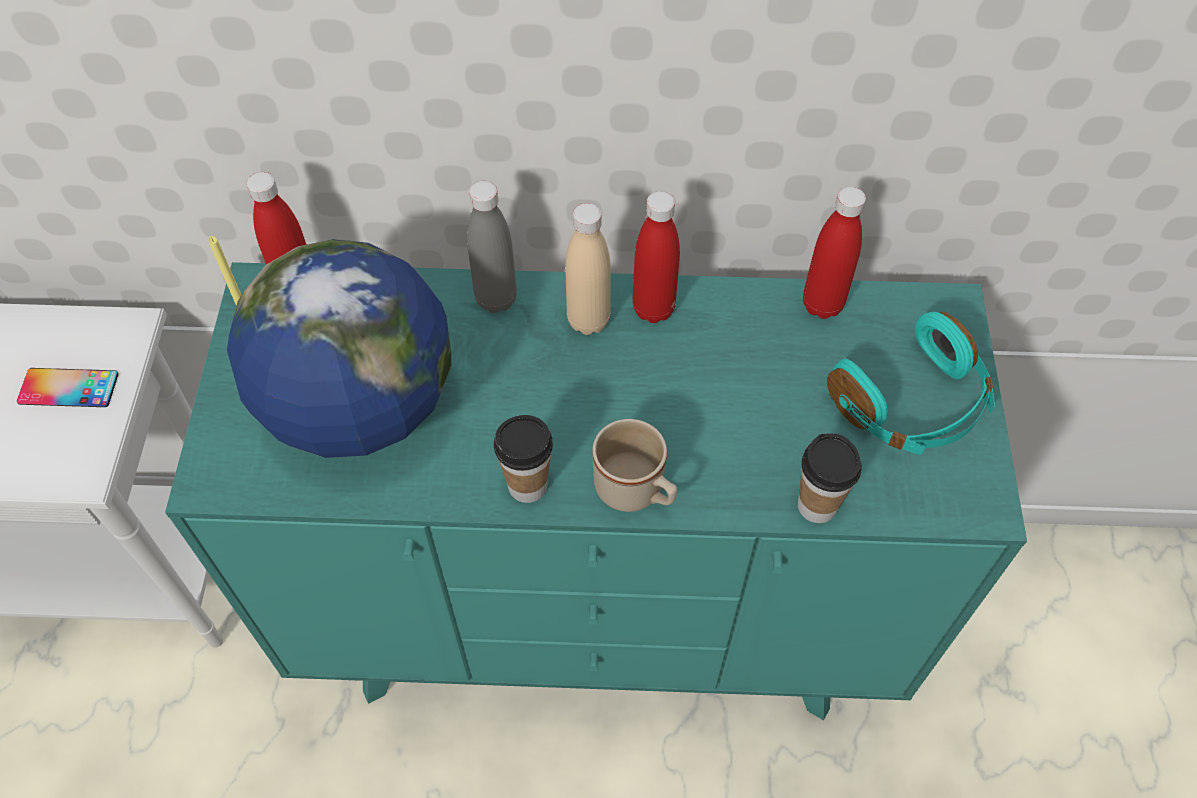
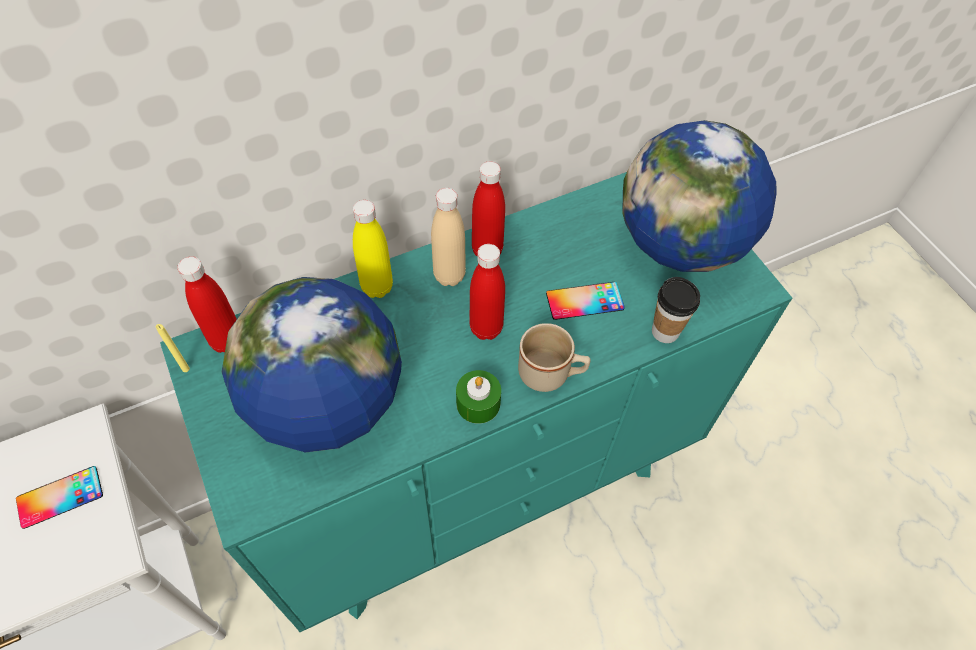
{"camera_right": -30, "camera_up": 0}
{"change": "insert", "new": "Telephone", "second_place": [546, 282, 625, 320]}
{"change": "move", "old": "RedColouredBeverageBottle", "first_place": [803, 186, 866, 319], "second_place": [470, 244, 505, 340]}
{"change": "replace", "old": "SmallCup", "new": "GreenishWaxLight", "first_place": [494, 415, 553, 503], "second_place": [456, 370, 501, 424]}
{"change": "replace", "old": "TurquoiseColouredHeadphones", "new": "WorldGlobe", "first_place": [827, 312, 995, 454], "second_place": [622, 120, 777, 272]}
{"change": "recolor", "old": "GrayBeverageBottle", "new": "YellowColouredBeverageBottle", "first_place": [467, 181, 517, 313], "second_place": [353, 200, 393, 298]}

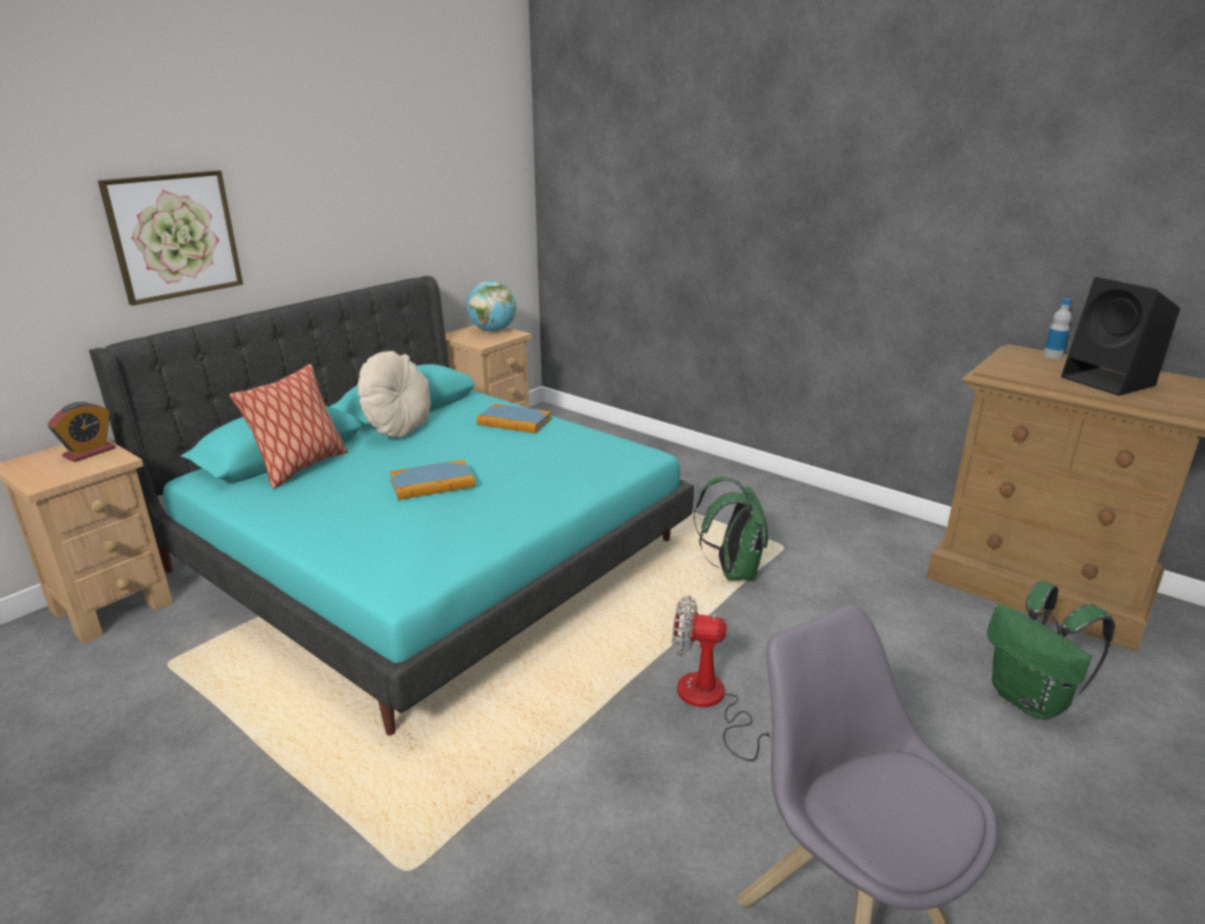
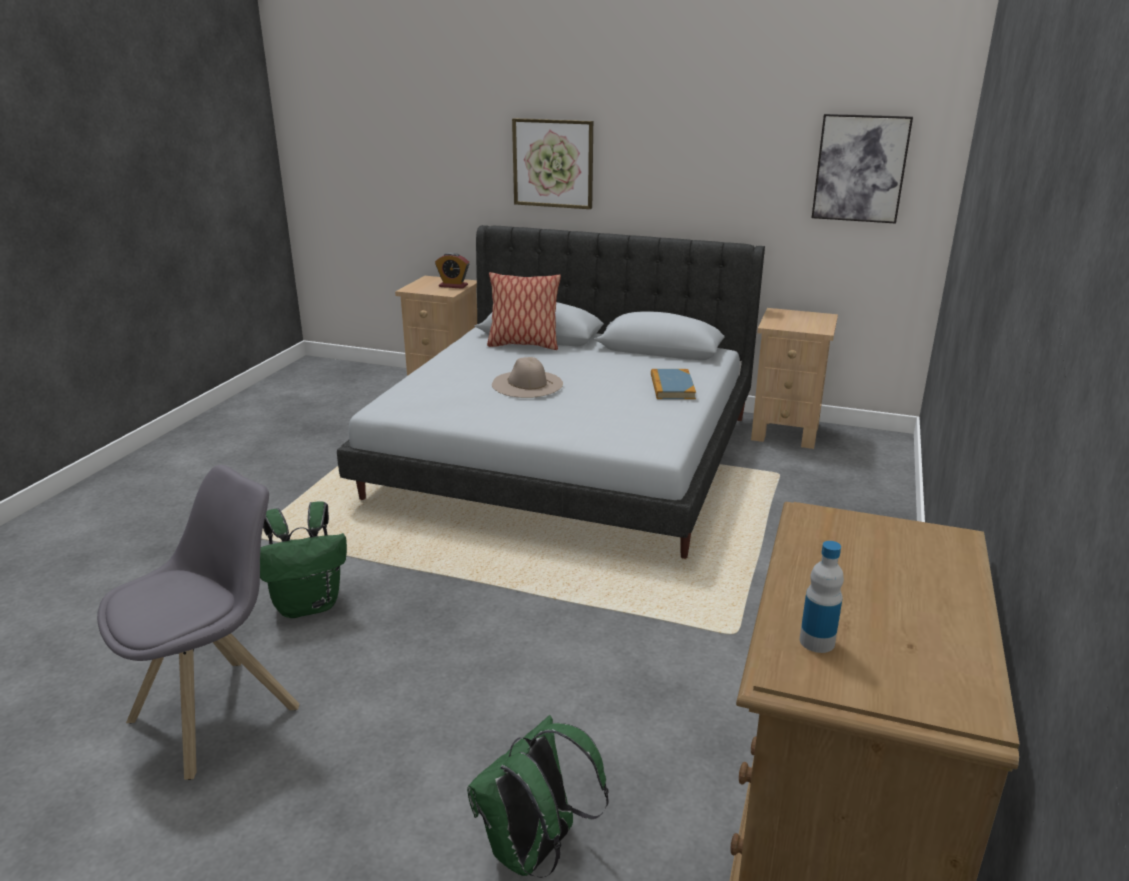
{"camera_right": 70, "camera_up": 0}
{"change": "delete", "old": "SandColouredPillow", "first_place": [357, 351, 431, 438]}
{"change": "delete", "old": "WorldGlobe", "first_place": [467, 281, 517, 332]}
{"change": "delete", "old": "Fan", "first_place": [672, 596, 772, 761]}
{"change": "delete", "old": "BlackColouredLoudspeaker", "first_place": [1061, 277, 1180, 396]}
{"change": "insert", "new": "WallArt", "second_place": [812, 114, 913, 224]}
{"change": "move", "old": "GreenishRucksack", "first_place": [694, 477, 768, 581], "second_place": [260, 501, 347, 618]}
{"change": "move", "old": "BeverageBottle", "first_place": [1043, 298, 1072, 359], "second_place": [800, 541, 844, 653]}
{"change": "replace", "old": "BoundBook", "new": "SandColouredClothingHat", "first_place": [390, 460, 475, 500], "second_place": [492, 357, 563, 398]}
{"change": "recolor", "old": "TurquoiseColouredSleepingBed", "new": "GraySleepingBed", "first_place": [89, 276, 694, 736], "second_place": [337, 225, 765, 559]}

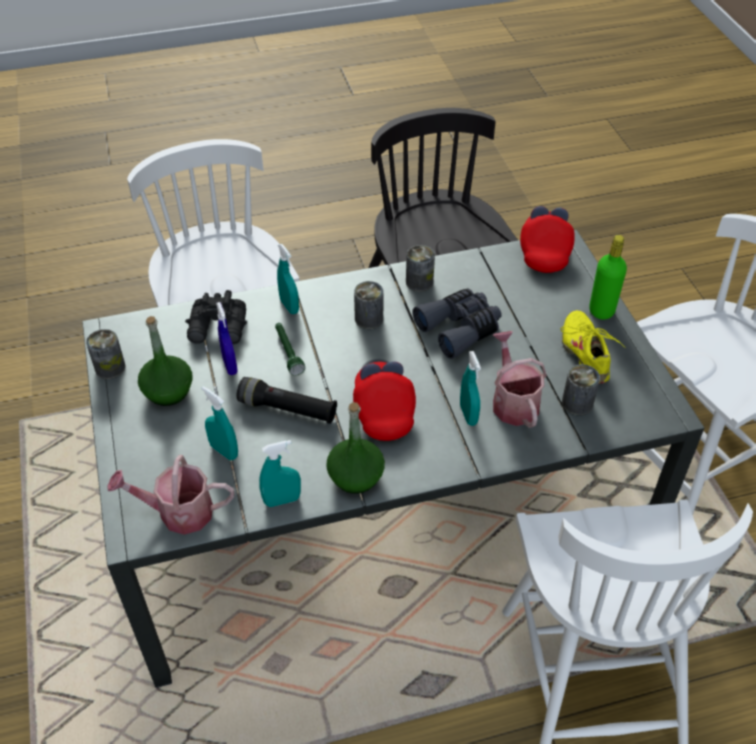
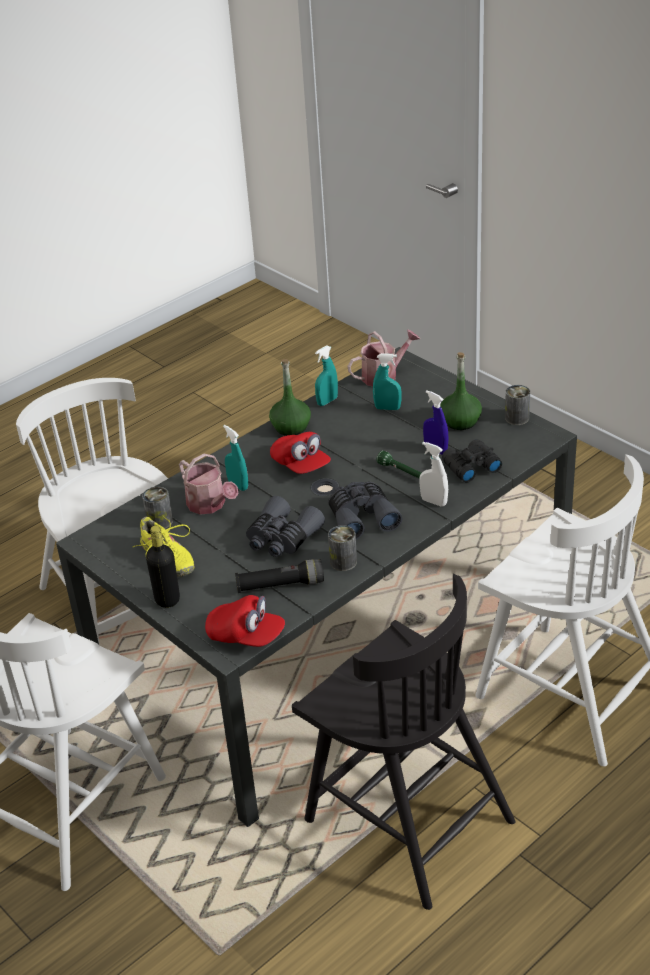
{"camera_right": 155, "camera_up": -10}
{"change": "move", "old": "BlackColouredFlashlight", "first_place": [237, 377, 337, 424], "second_place": [235, 559, 324, 593]}
{"change": "replace", "old": "Can", "new": "GrayBinoculars", "first_place": [354, 281, 383, 329], "second_place": [328, 482, 402, 540]}
{"change": "recolor", "old": "TurquoiseColouredSprayer", "new": "WhitishSprayer", "first_place": [277, 244, 299, 314], "second_place": [420, 442, 448, 506]}
{"change": "recolor", "old": "GreenishBeverageBottle", "new": "BlackColouredBeverageBottle", "first_place": [589, 235, 627, 319], "second_place": [146, 526, 180, 608]}
{"change": "rotate", "old": "RedColouredPeakedCap", "first_place": [520, 206, 574, 273], "second_place": [205, 595, 285, 647], "degrees": -45}

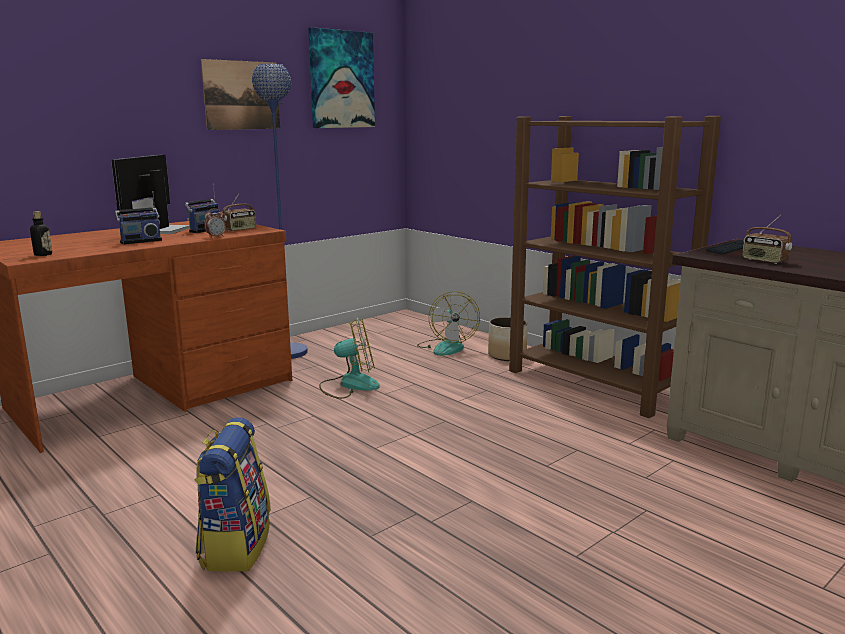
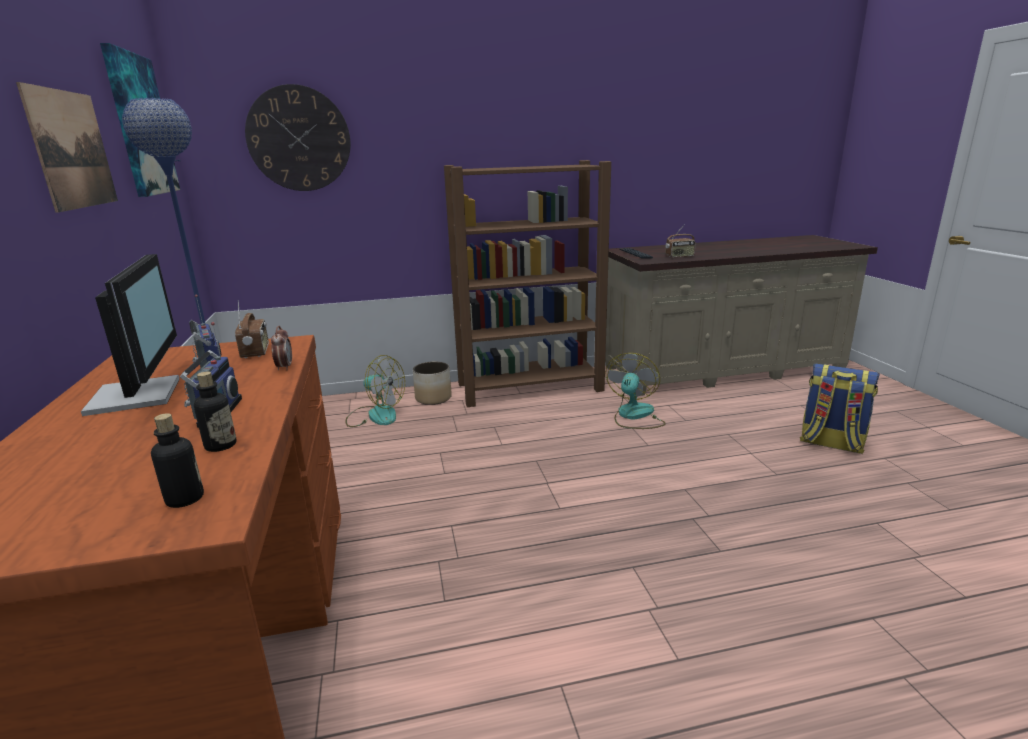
{"camera_right": -60, "camera_up": 5}
{"change": "insert", "new": "BeverageBottle", "second_place": [194, 372, 236, 452]}
{"change": "insert", "new": "WallClock", "second_place": [245, 84, 351, 191]}
{"change": "move", "old": "Rucksack", "first_place": [195, 417, 271, 572], "second_place": [800, 363, 880, 454]}
{"change": "move", "old": "Fan", "first_place": [319, 316, 380, 399], "second_place": [605, 353, 666, 429]}
{"change": "rotate", "old": "ComputerDisplay", "first_place": [111, 155, 190, 234], "second_place": [81, 254, 179, 416], "degrees": -150}

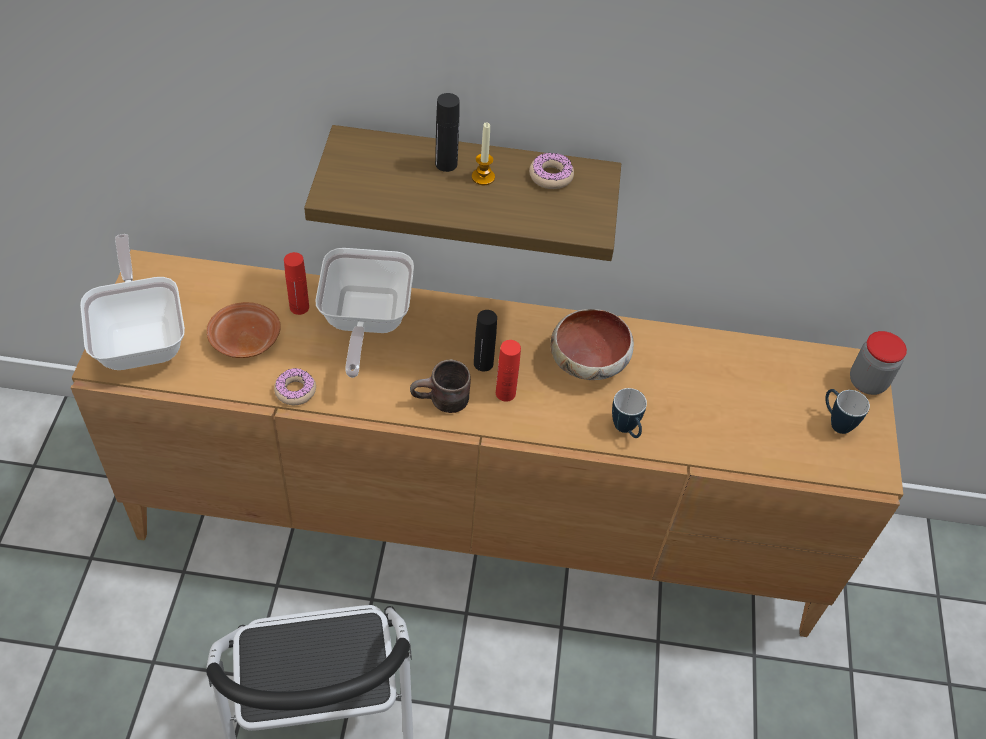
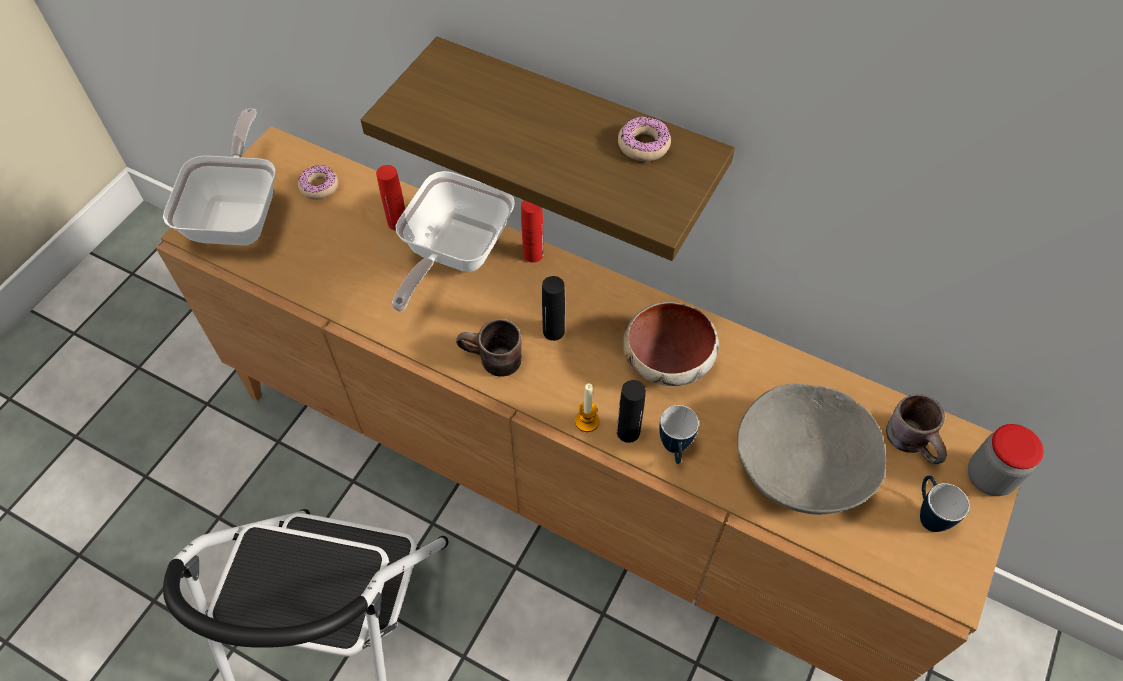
{"camera_right": 25, "camera_up": 5}
{"change": "delete", "old": "BrownishPlate", "first_place": [207, 302, 281, 358]}
{"change": "insert", "new": "GrayServingBowl", "second_place": [737, 384, 886, 515]}
{"change": "insert", "new": "BrownishTeaMug", "second_place": [886, 394, 947, 464]}
{"change": "move", "old": "Doughnut", "first_place": [274, 368, 316, 405], "second_place": [298, 165, 338, 200]}
{"change": "move", "old": "BlackColouredBeverageBottle", "first_place": [435, 93, 460, 172], "second_place": [617, 380, 646, 443]}
{"change": "move", "old": "WaxLight", "first_place": [472, 122, 495, 185], "second_place": [575, 383, 599, 432]}
{"change": "move", "old": "RedColouredBeverageBottle", "first_place": [496, 340, 521, 402], "second_place": [521, 200, 544, 263]}

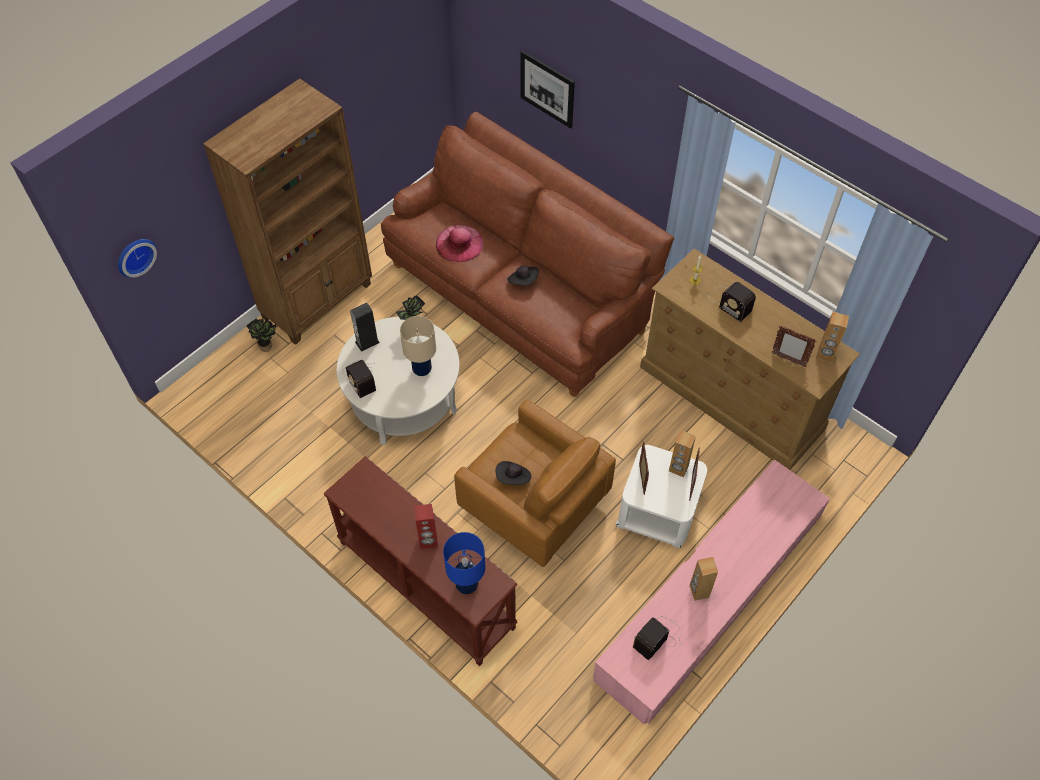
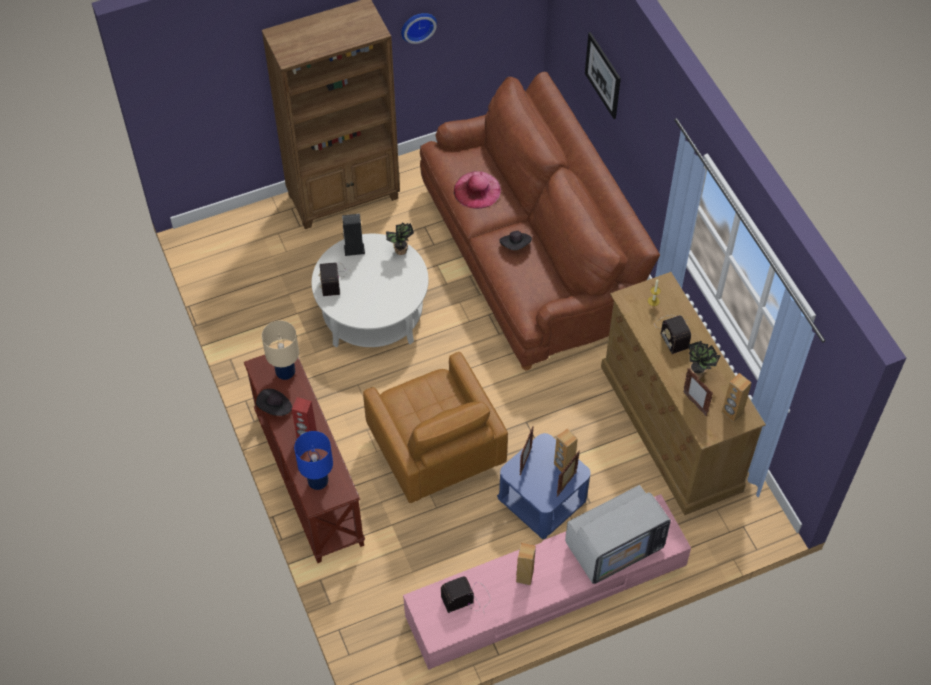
{"camera_right": 25, "camera_up": 0}
{"change": "insert", "new": "Television", "second_place": [565, 485, 671, 584]}
{"change": "move", "old": "WallClock", "first_place": [118, 239, 157, 277], "second_place": [401, 13, 437, 44]}
{"change": "move", "old": "PlantInAPot", "first_place": [246, 318, 276, 352], "second_place": [688, 341, 721, 378]}
{"change": "move", "old": "SandColouredLampForATable", "first_place": [400, 316, 436, 376], "second_place": [262, 320, 299, 380]}
{"change": "move", "old": "BlackColouredClothingHat", "first_place": [496, 461, 531, 485], "second_place": [256, 389, 292, 416]}
{"change": "recolor", "old": "WhitishAccentTable", "new": "BluishAccentTable", "first_place": [615, 445, 707, 548], "second_place": [497, 433, 591, 539]}

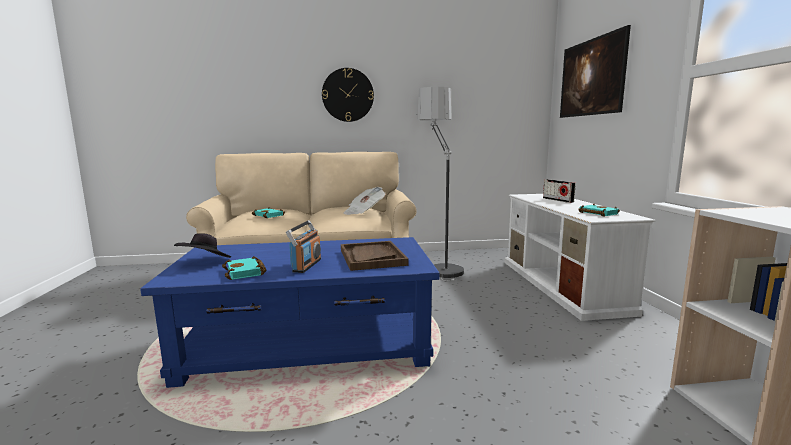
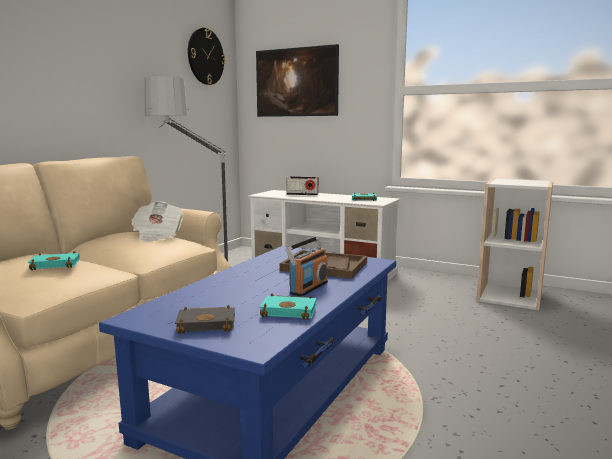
{"camera_right": -55, "camera_up": 0}
{"change": "move", "old": "WallClock", "first_place": [322, 68, 374, 122], "second_place": [188, 28, 225, 85]}
{"change": "replace", "old": "BlackColouredClothingHat", "new": "BlackColouredBoundBook", "first_place": [174, 234, 231, 258], "second_place": [175, 305, 235, 334]}
{"change": "rotate", "old": "RadioSet", "first_place": [286, 220, 321, 273], "second_place": [286, 236, 328, 297], "degrees": 75}

